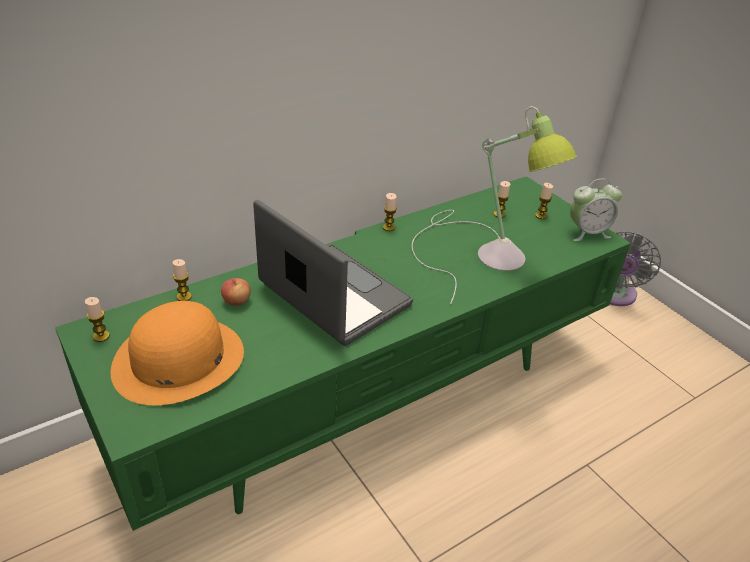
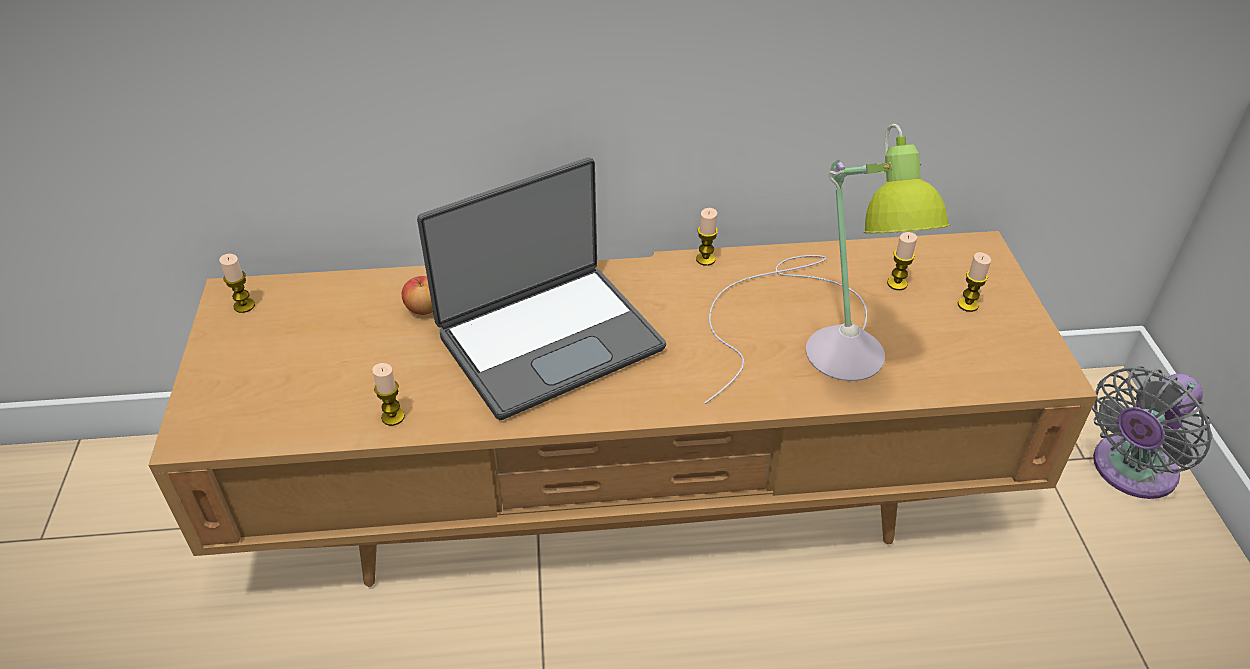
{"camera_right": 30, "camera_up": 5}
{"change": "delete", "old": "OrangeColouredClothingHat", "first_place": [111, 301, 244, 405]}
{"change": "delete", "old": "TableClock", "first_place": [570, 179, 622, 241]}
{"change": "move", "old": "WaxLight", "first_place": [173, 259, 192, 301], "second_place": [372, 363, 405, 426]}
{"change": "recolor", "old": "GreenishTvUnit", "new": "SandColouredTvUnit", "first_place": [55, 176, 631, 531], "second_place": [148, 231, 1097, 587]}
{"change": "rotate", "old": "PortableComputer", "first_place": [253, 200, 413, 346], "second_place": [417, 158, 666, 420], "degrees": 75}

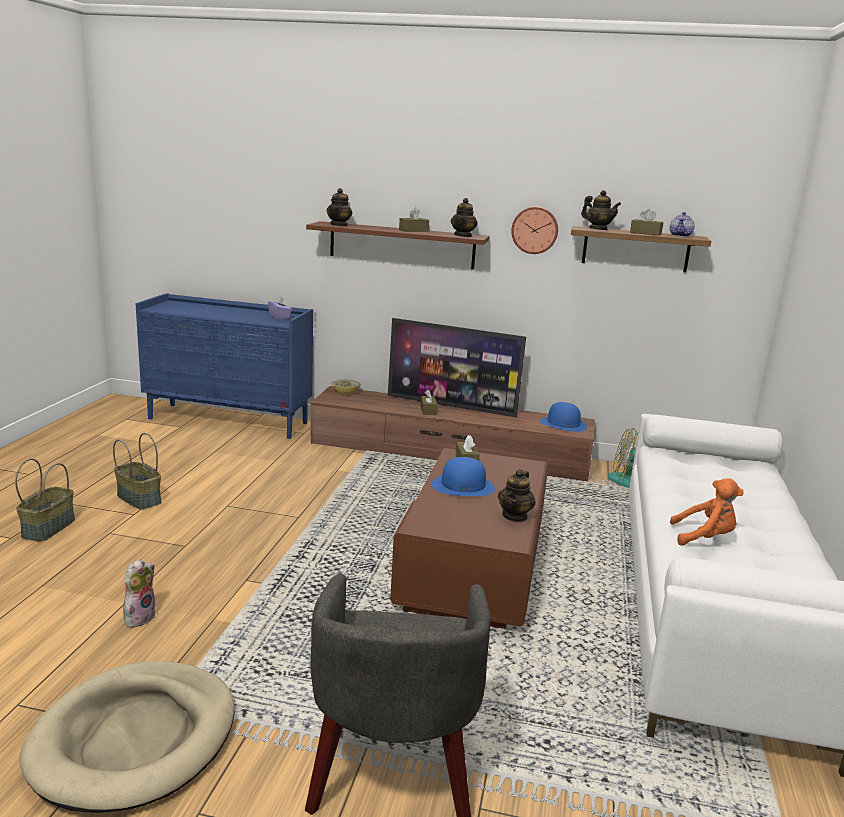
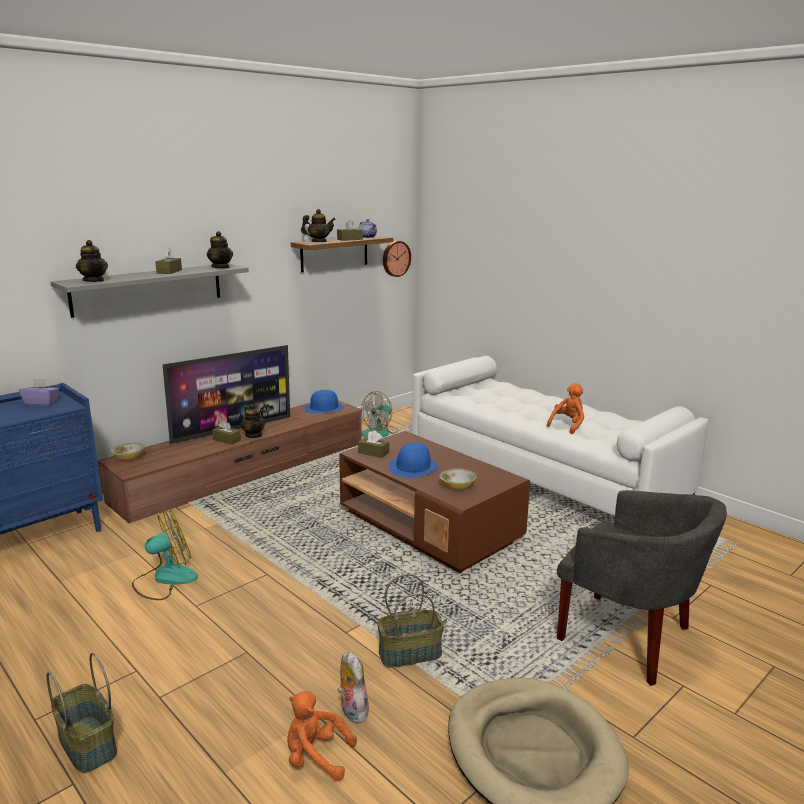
{"camera_right": -55, "camera_up": 0}
{"change": "insert", "new": "Fan", "second_place": [132, 509, 198, 600]}
{"change": "insert", "new": "OrangeColouredPlushToy", "second_place": [287, 691, 357, 781]}
{"change": "insert", "new": "ServingBowl", "second_place": [439, 468, 477, 490]}
{"change": "move", "old": "Basket", "first_place": [113, 433, 161, 510], "second_place": [377, 574, 444, 668]}
{"change": "move", "old": "Teapot", "first_place": [498, 469, 535, 522], "second_place": [241, 404, 266, 438]}
{"change": "move", "old": "WallClock", "first_place": [511, 207, 558, 254], "second_place": [383, 241, 411, 277]}
{"change": "recolor", "old": "BrownishBracketShelf", "new": "GrayBracketShelf", "first_place": [306, 221, 490, 269], "second_place": [50, 263, 249, 318]}

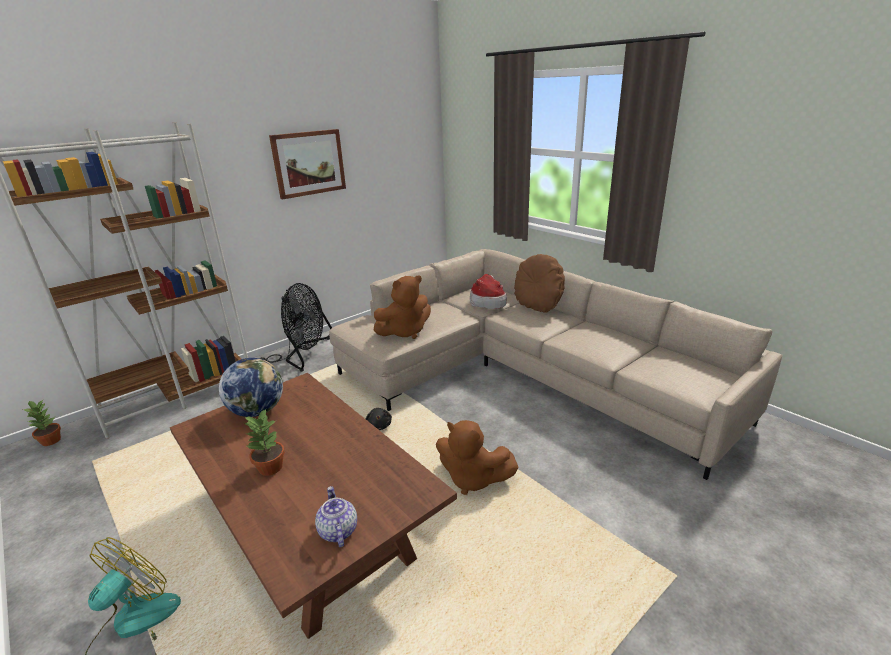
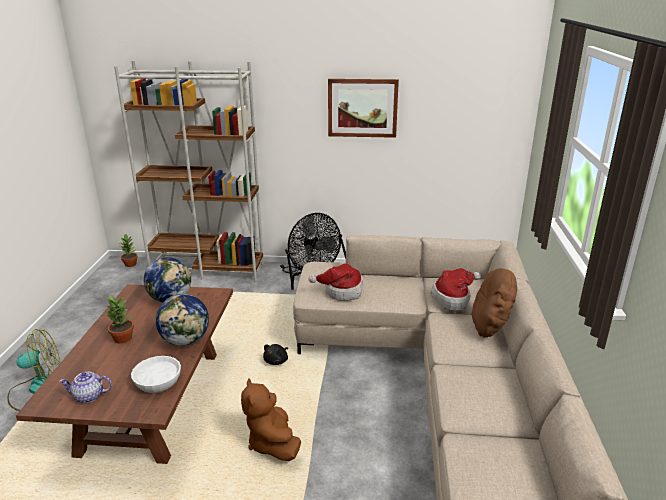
{"camera_right": 45, "camera_up": 0}
{"change": "insert", "new": "WhitishServingBowl", "second_place": [131, 356, 181, 393]}
{"change": "insert", "new": "WorldGlobe", "second_place": [156, 294, 209, 346]}
{"change": "replace", "old": "BrownishPlushToy", "new": "ClothingHat", "first_place": [373, 276, 431, 339], "second_place": [308, 263, 363, 301]}
{"change": "rotate", "old": "Teapot", "first_place": [315, 486, 357, 547], "second_place": [60, 372, 112, 403], "degrees": -120}

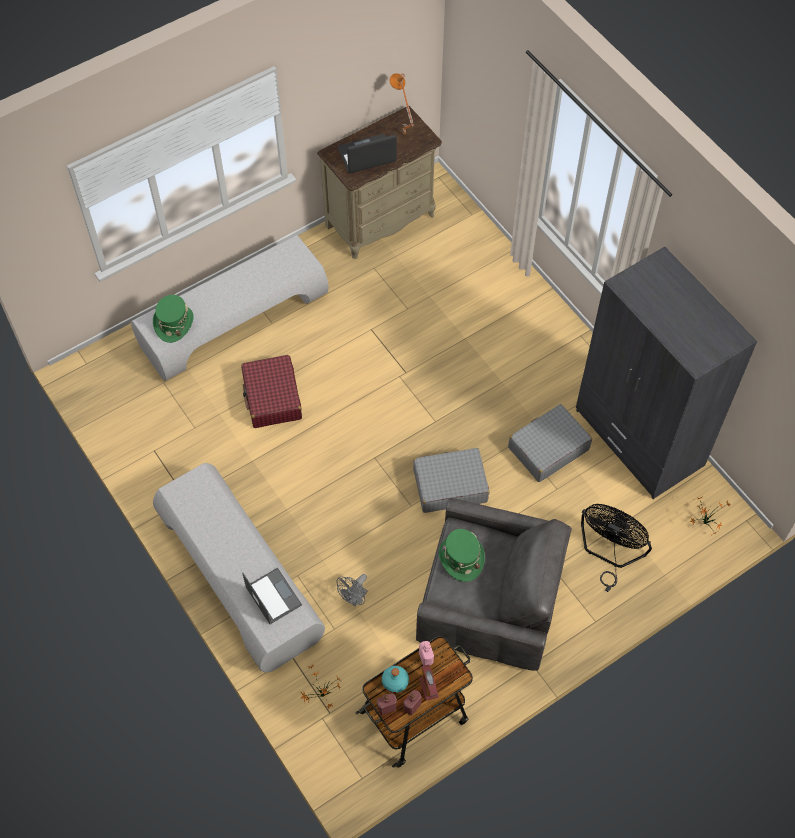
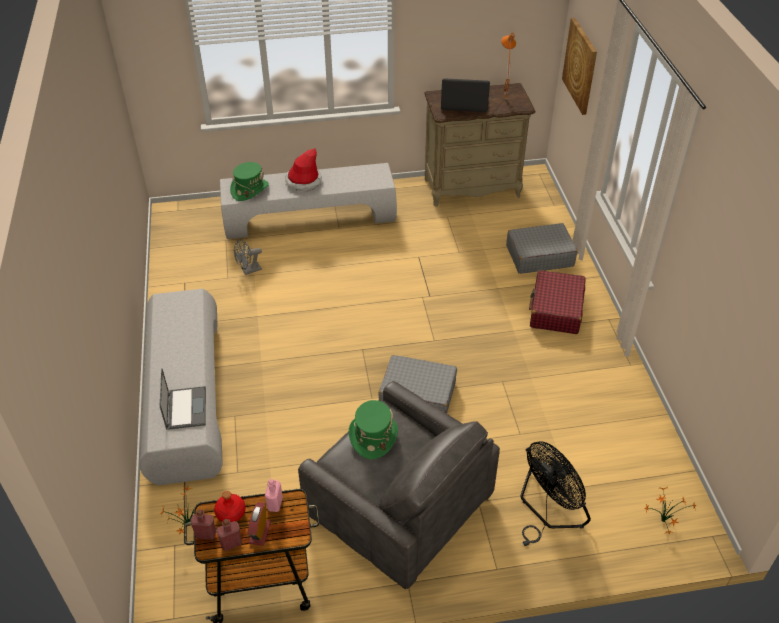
{"camera_right": 25, "camera_up": -15}
{"change": "delete", "old": "GrayClothesCupboard", "first_place": [576, 247, 757, 499]}
{"change": "insert", "new": "ClothingHat", "second_place": [285, 148, 322, 191]}
{"change": "insert", "new": "WallArt", "second_place": [562, 18, 597, 115]}
{"change": "move", "old": "RedColouredSuitcase", "first_place": [241, 355, 302, 428], "second_place": [529, 270, 586, 334]}
{"change": "move", "old": "GrayFan", "first_place": [337, 574, 368, 606], "second_place": [234, 239, 262, 275]}
{"change": "move", "old": "GraySuitcase", "first_place": [508, 404, 592, 482], "second_place": [506, 223, 578, 274]}
{"change": "recolor", "old": "TurquoiseColouredBeverageBottle", "new": "RedColouredBeverageBottle", "first_place": [382, 666, 409, 693], "second_place": [214, 491, 246, 522]}

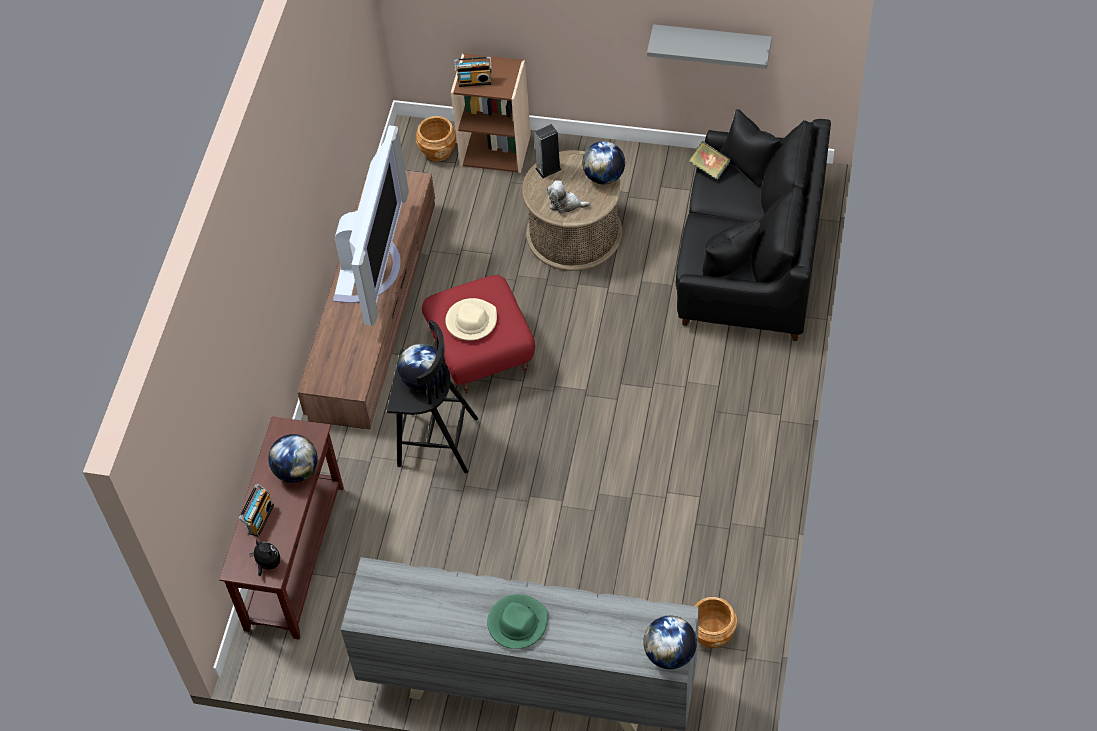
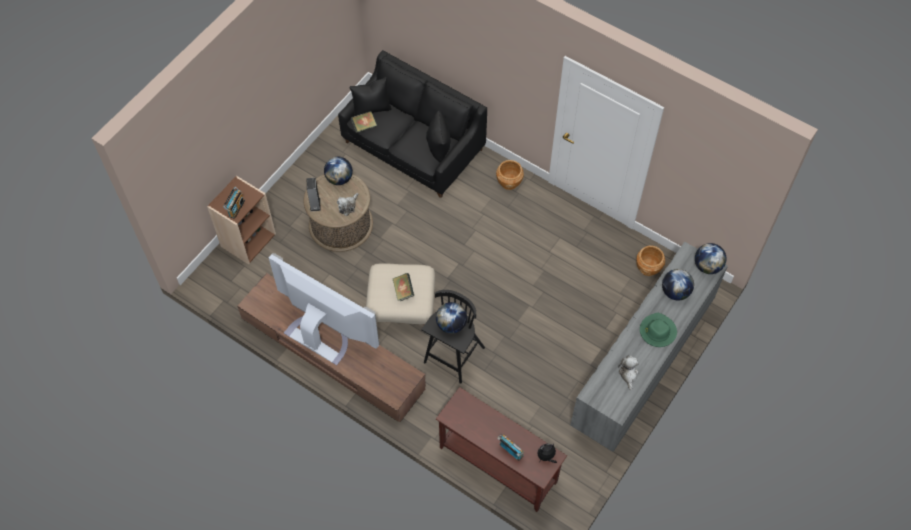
{"camera_right": -70, "camera_up": 5}
{"change": "delete", "old": "GrayBracketShelf", "first_place": [647, 24, 772, 69]}
{"change": "insert", "new": "PlushToy", "second_place": [618, 355, 639, 390]}
{"change": "move", "old": "WorldGlobe", "first_place": [268, 434, 317, 483], "second_place": [662, 269, 694, 301]}
{"change": "move", "old": "BrownishPlantPot", "first_place": [416, 116, 457, 161], "second_place": [496, 160, 524, 190]}
{"change": "replace", "old": "SandColouredClothingHat", "new": "BoundBook", "first_place": [445, 298, 497, 341], "second_place": [393, 273, 414, 301]}
{"change": "recolor", "old": "RedColouredPouffe", "new": "SandColouredPouffe", "first_place": [422, 275, 535, 393], "second_place": [366, 263, 435, 325]}

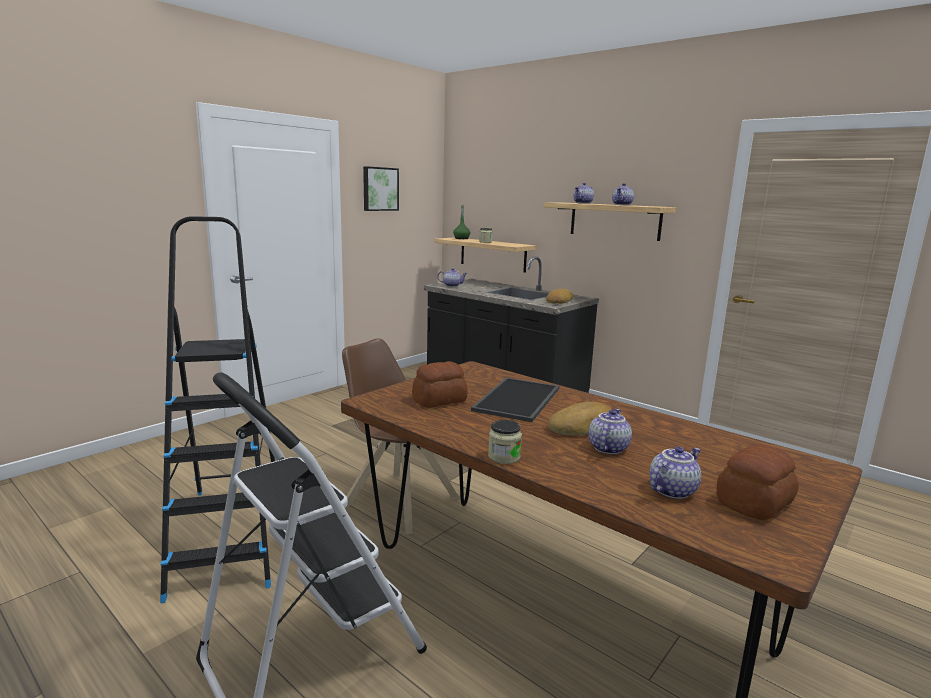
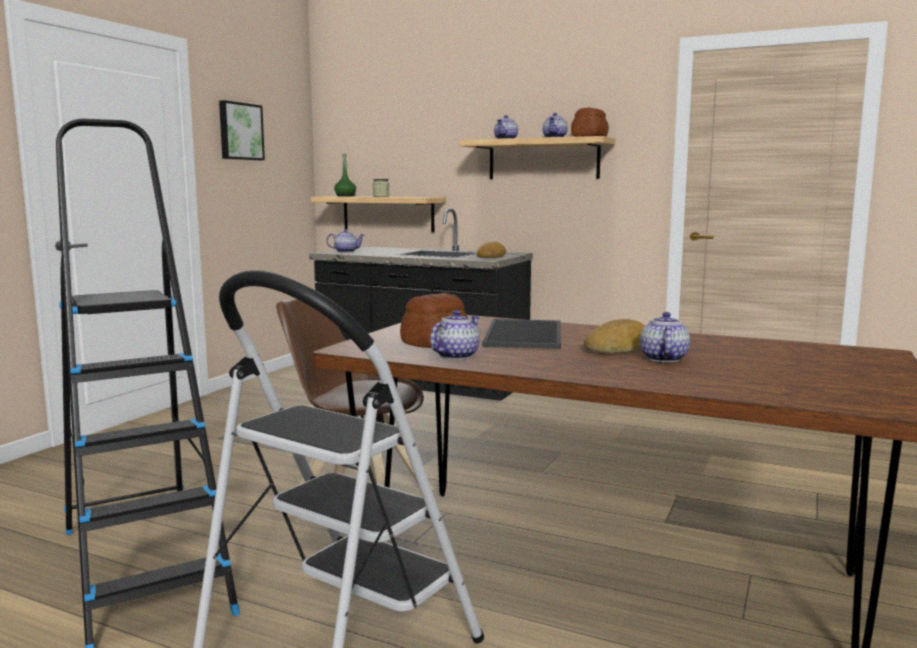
{"camera_right": -15, "camera_up": -5}
{"change": "delete", "old": "PreserveJar", "first_place": [488, 420, 522, 464]}
{"change": "move", "old": "Teapot", "first_place": [649, 446, 701, 499], "second_place": [430, 310, 480, 360]}
{"change": "move", "old": "BakeryBread", "first_place": [716, 444, 799, 520], "second_place": [571, 108, 609, 137]}

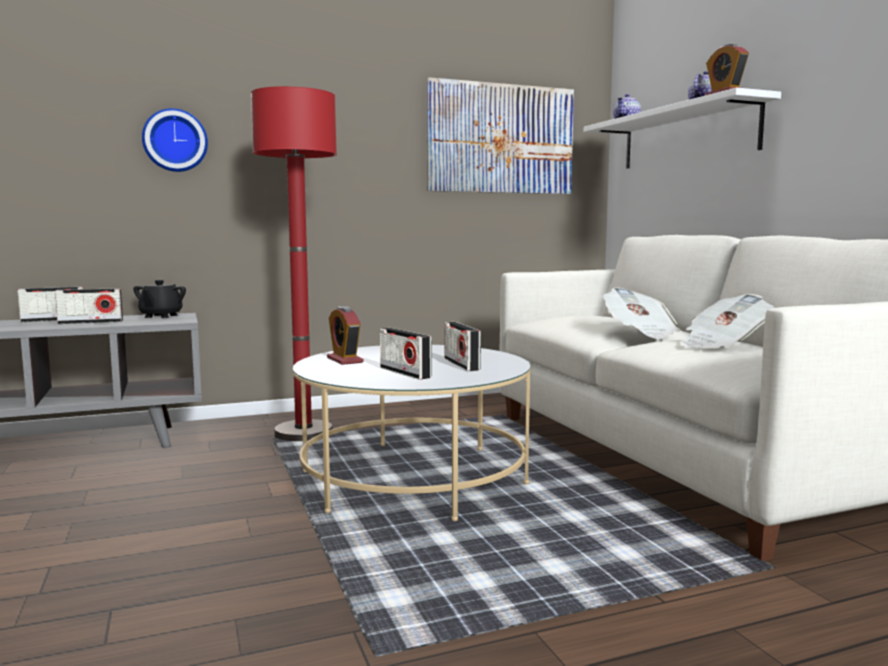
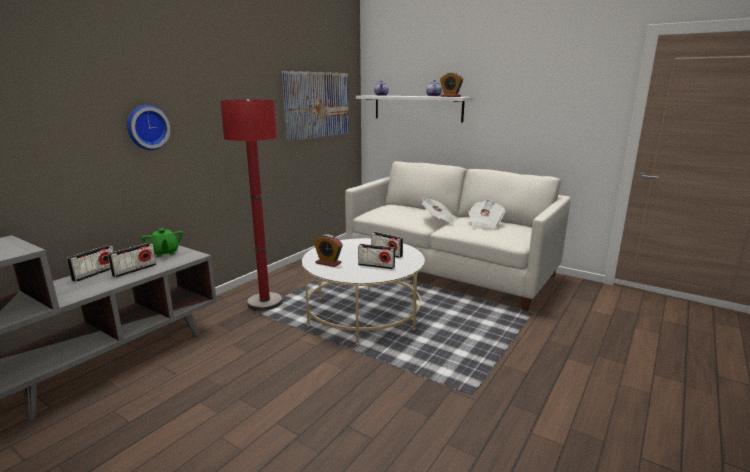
{"camera_right": -35, "camera_up": 10}
{"change": "recolor", "old": "BlackColouredTeapot", "new": "GreenishTeapot", "first_place": [133, 280, 186, 318], "second_place": [142, 228, 183, 257]}

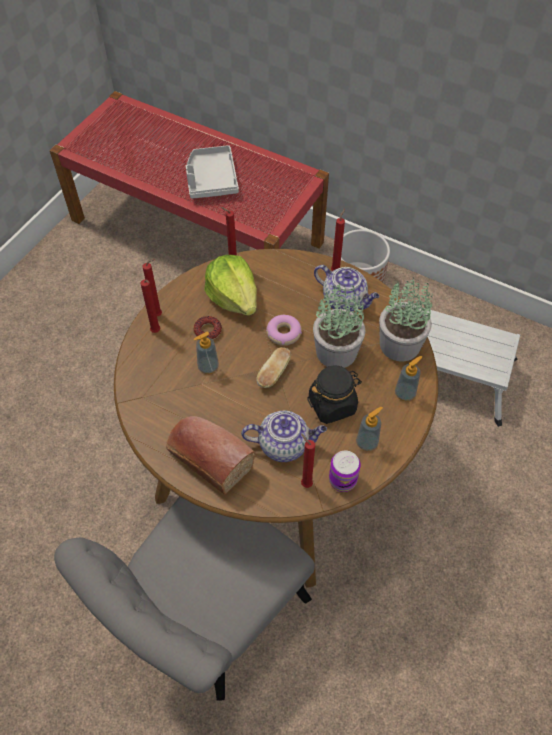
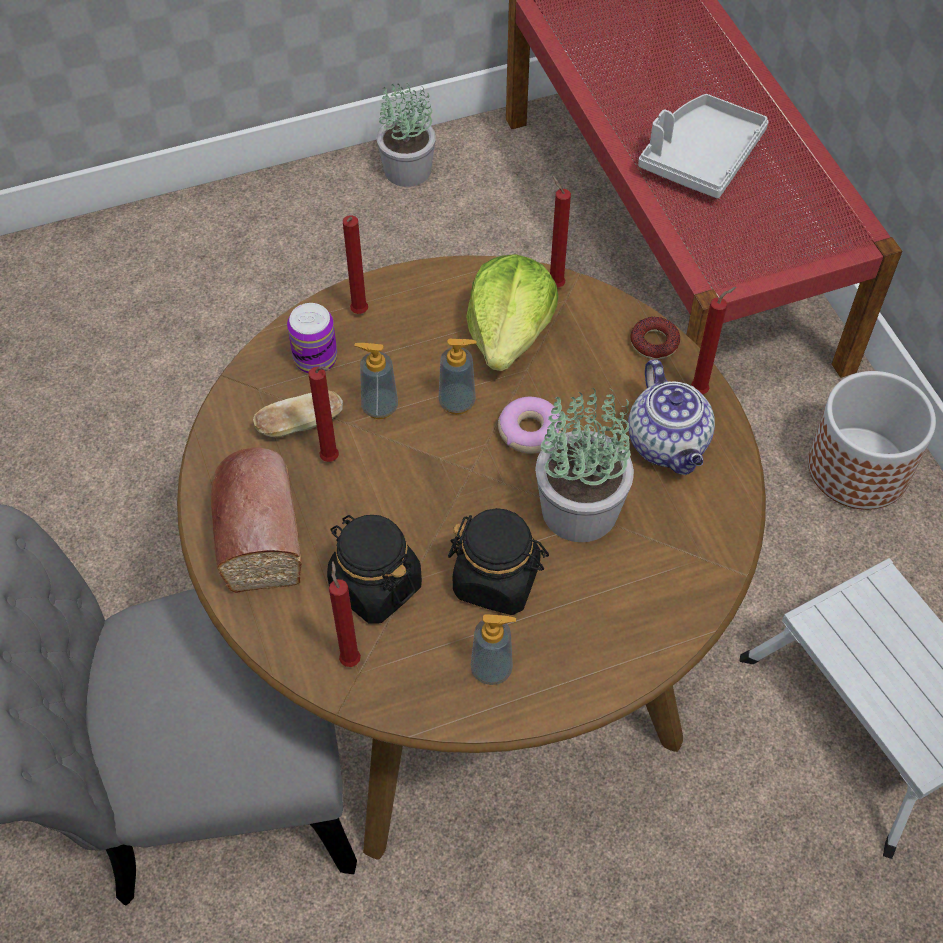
{"camera_right": 40, "camera_up": 0}
{"change": "move", "old": "RedColouredWaxLight", "first_place": [142, 259, 162, 316], "second_place": [309, 366, 339, 462]}
{"change": "move", "old": "Doughnut", "first_place": [194, 316, 222, 340], "second_place": [631, 317, 680, 360]}
{"change": "move", "old": "BakeryBread", "first_place": [257, 347, 291, 388], "second_place": [253, 390, 343, 438]}
{"change": "move", "old": "Can", "first_place": [329, 451, 361, 492], "second_place": [287, 303, 337, 373]}
{"change": "move", "old": "PlantInAPot", "first_place": [379, 277, 433, 362], "second_place": [377, 83, 436, 187]}
{"change": "move", "old": "SoapBottle", "first_place": [395, 356, 422, 401], "second_place": [439, 339, 477, 414]}
{"change": "replace", "old": "Teapot", "new": "BlackColouredPreserveJar", "first_place": [241, 410, 327, 462], "second_place": [327, 515, 422, 624]}

